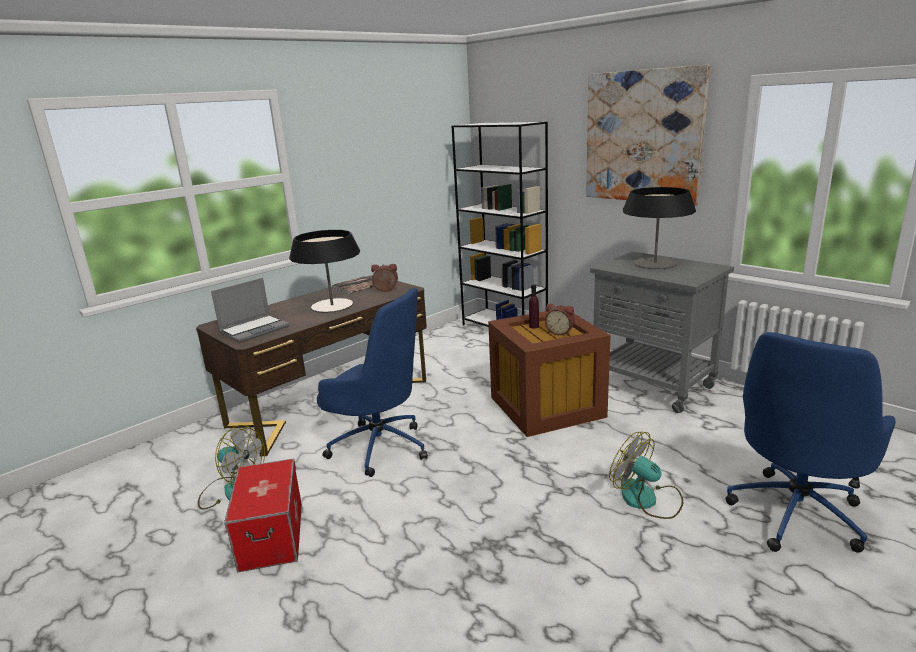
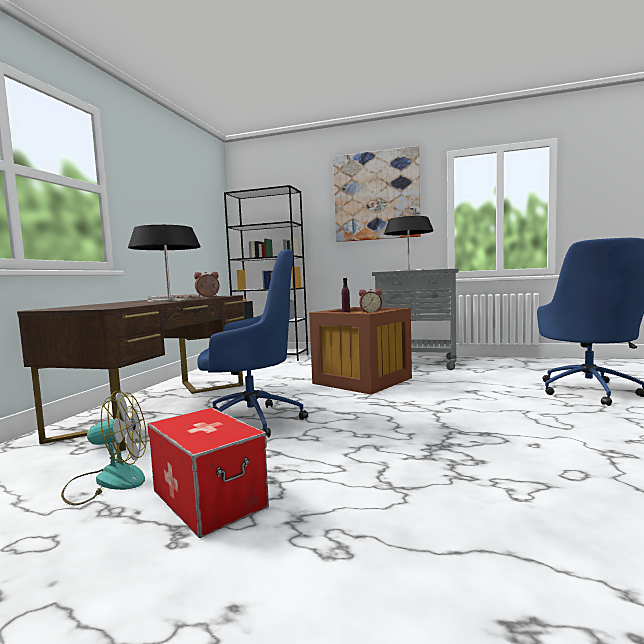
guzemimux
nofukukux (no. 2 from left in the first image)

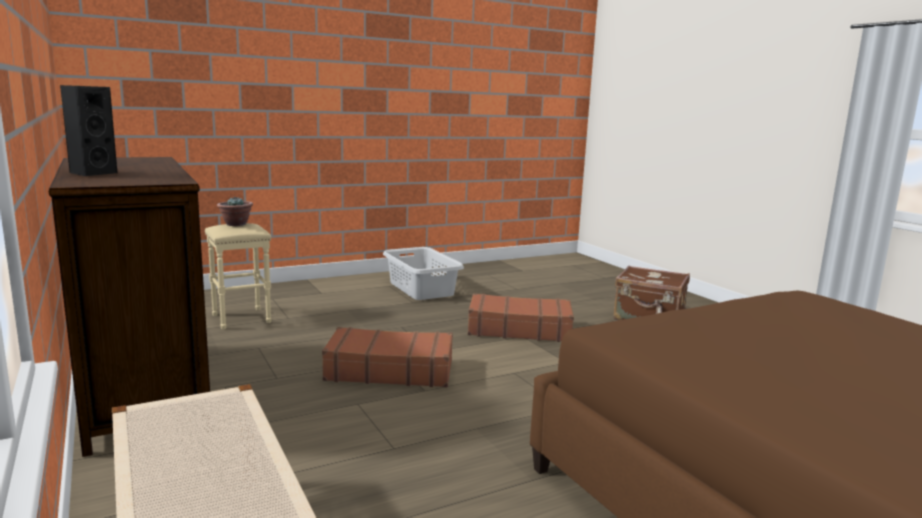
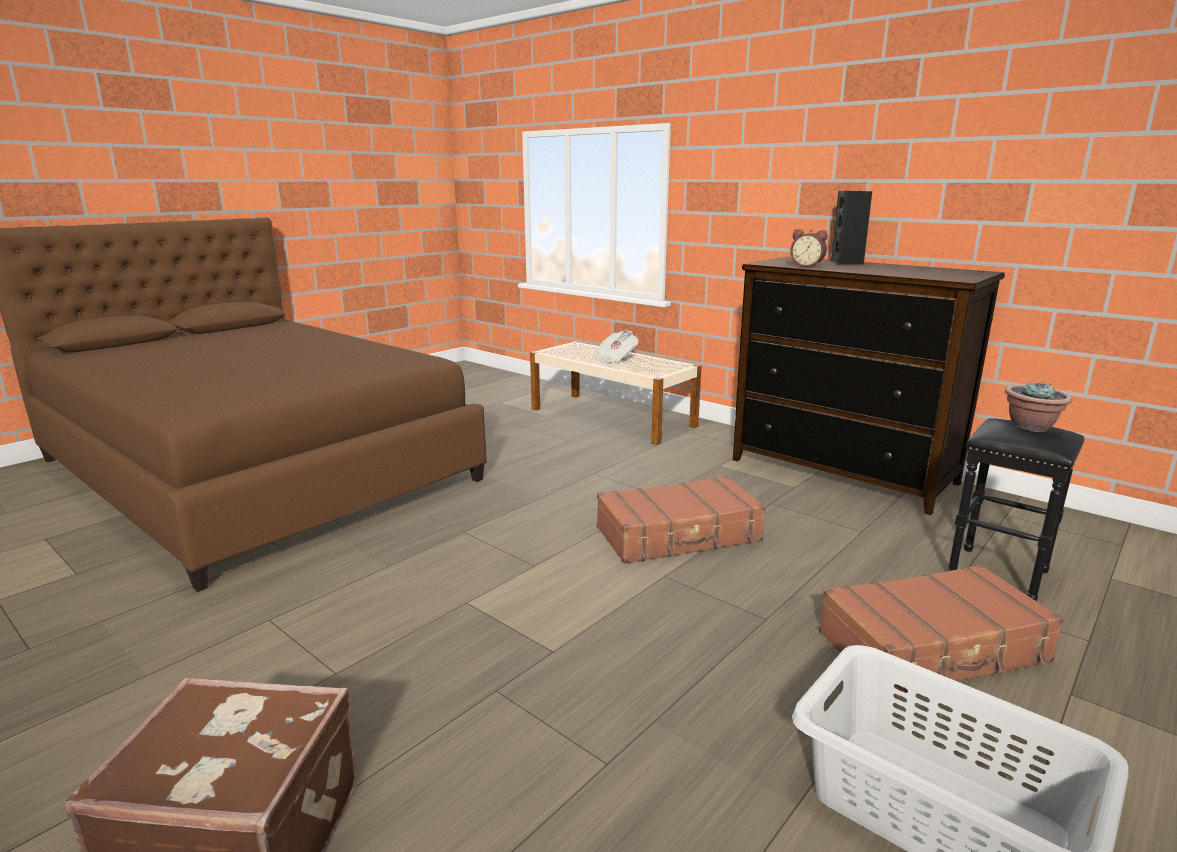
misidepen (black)
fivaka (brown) (no. 3 from left)
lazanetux
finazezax

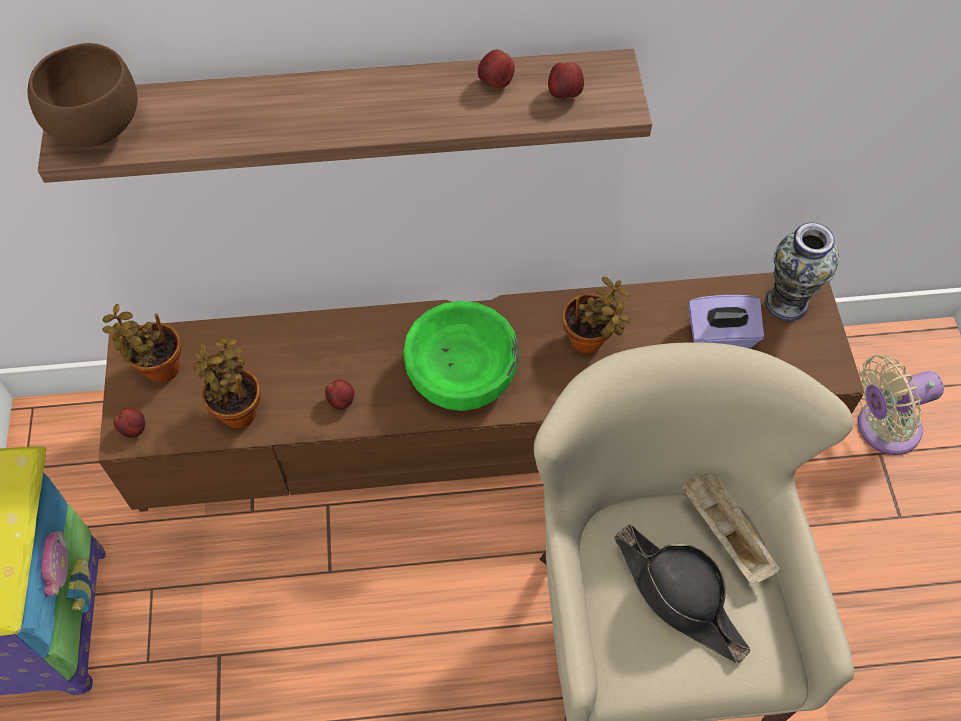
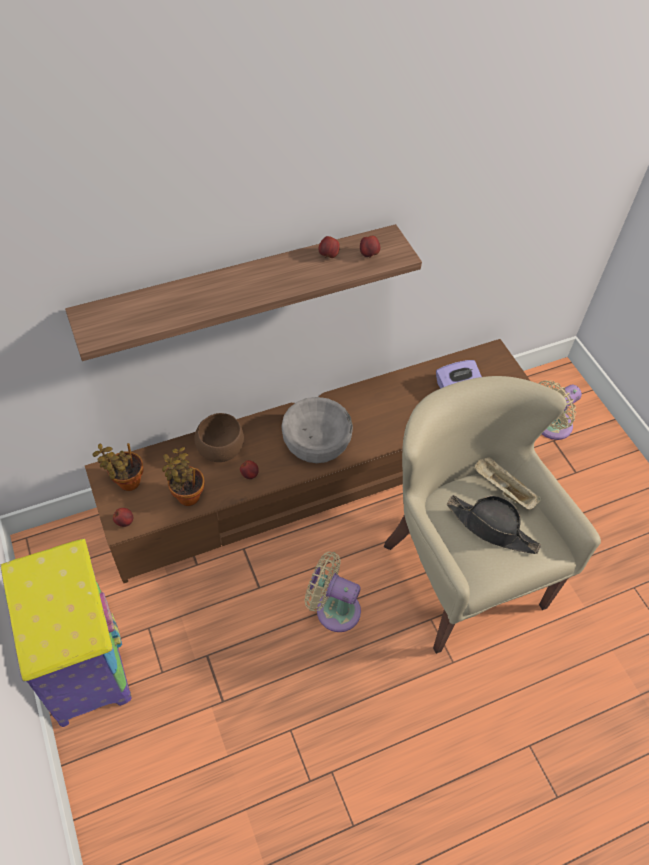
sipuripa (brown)
sipuripa (grey)
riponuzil (no. 3 from left in the first image)
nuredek
nofukukux (beige) (no. 1 from left)

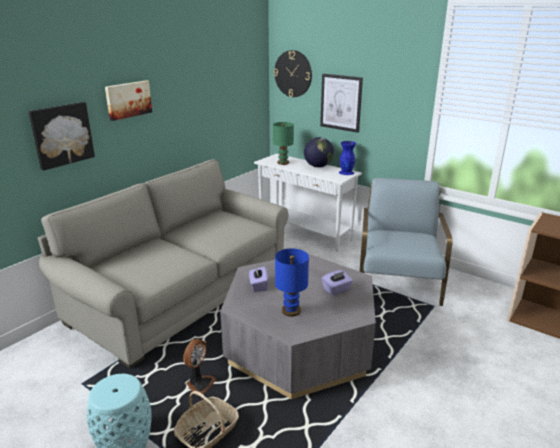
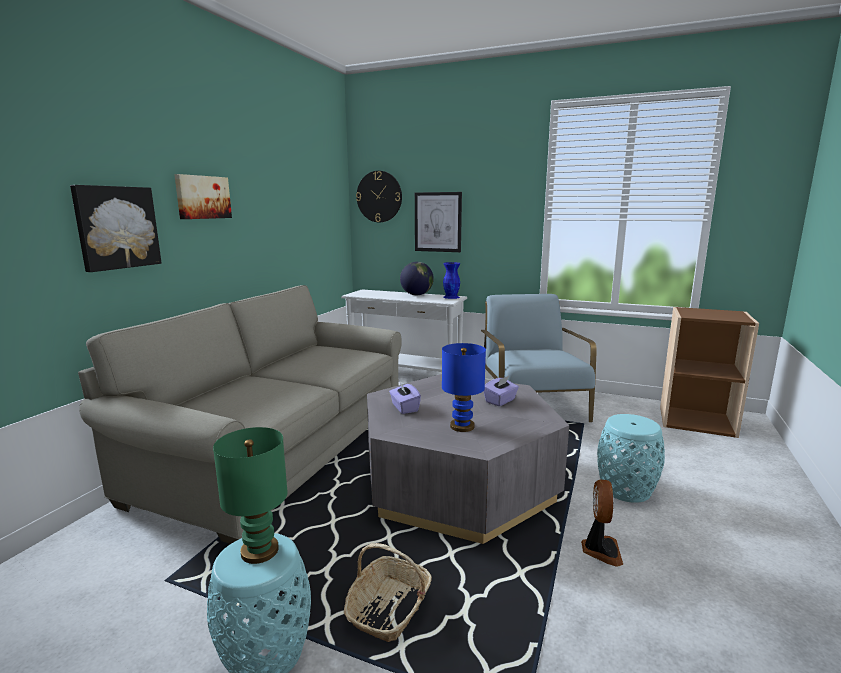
nofukukux
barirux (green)
misidepen (turquoise) (no. 2 from left)

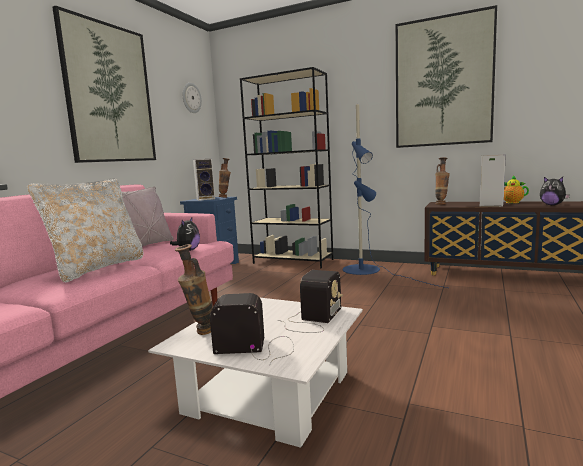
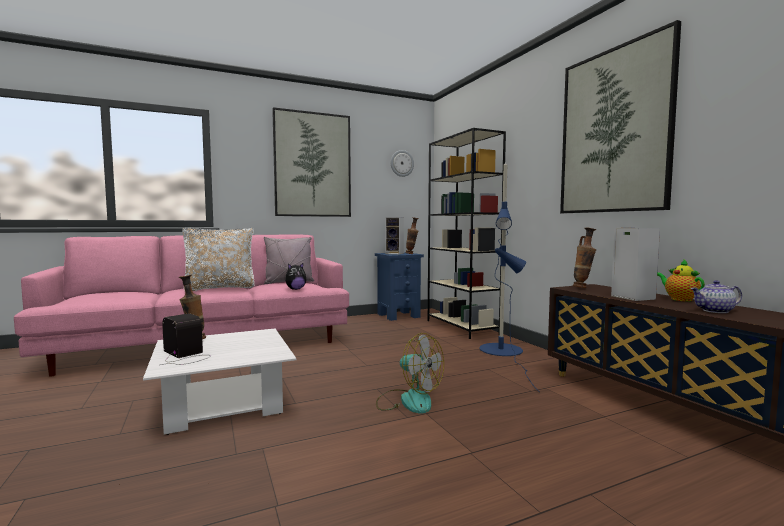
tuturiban (no. 2 from left in the first image)
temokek (no. 2 from left)
nofukukux

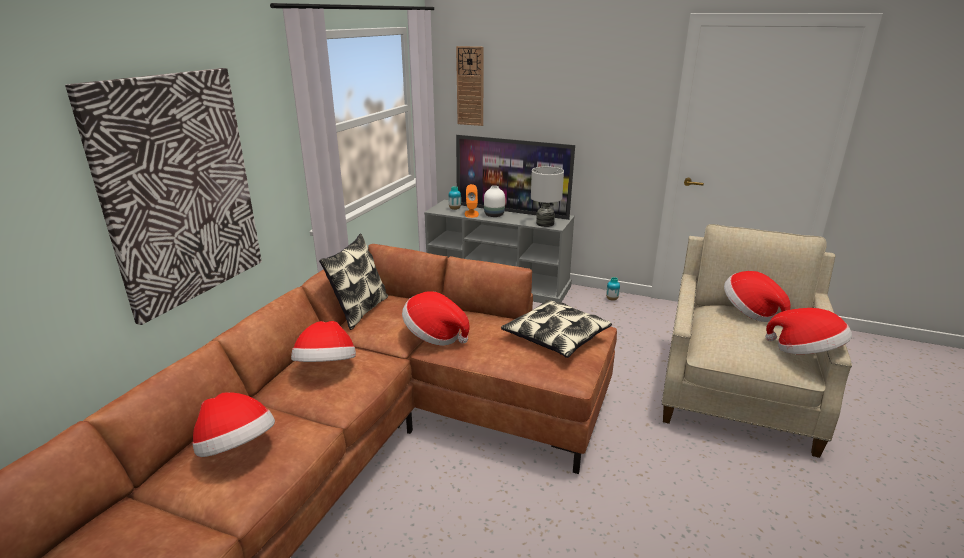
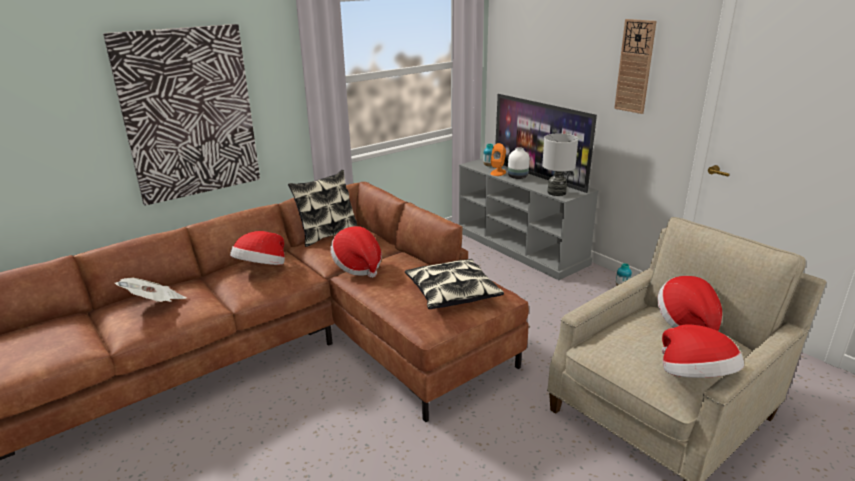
lazanetux
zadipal

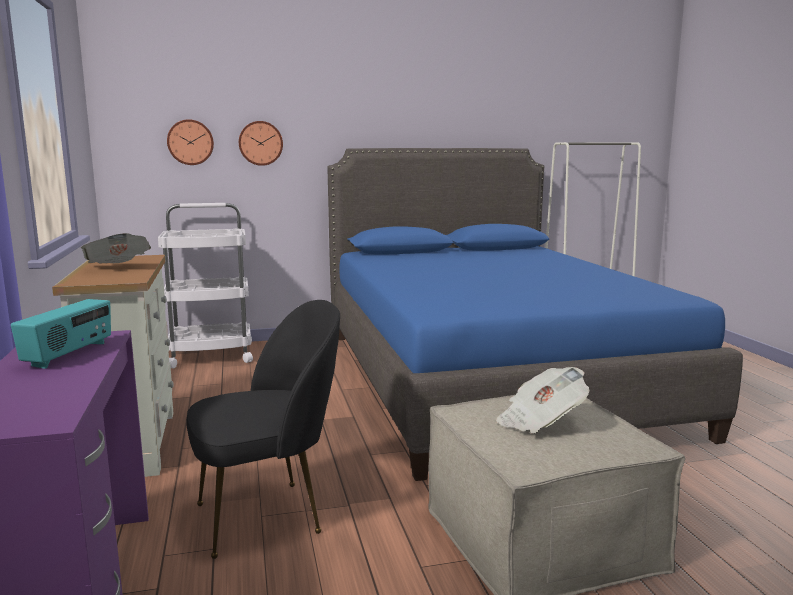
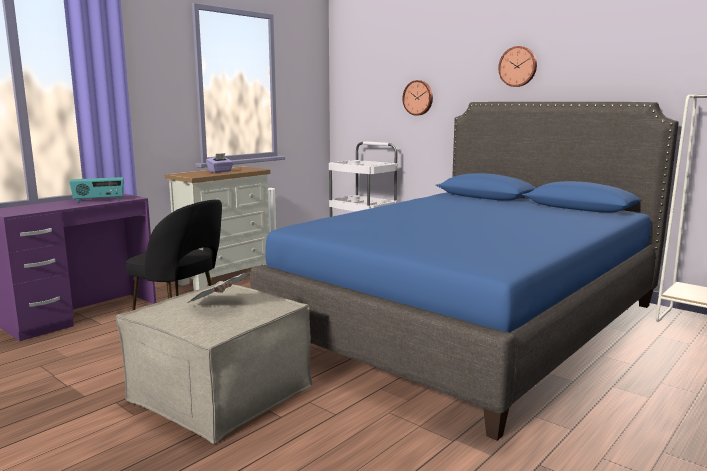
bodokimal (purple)
zadipal (no. 2 from left)

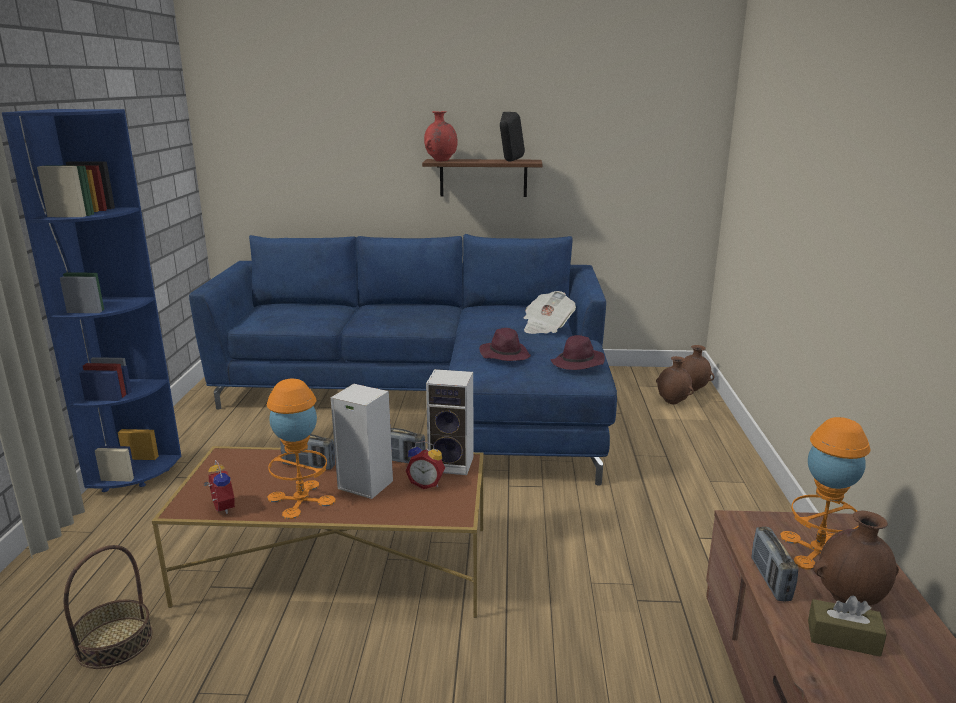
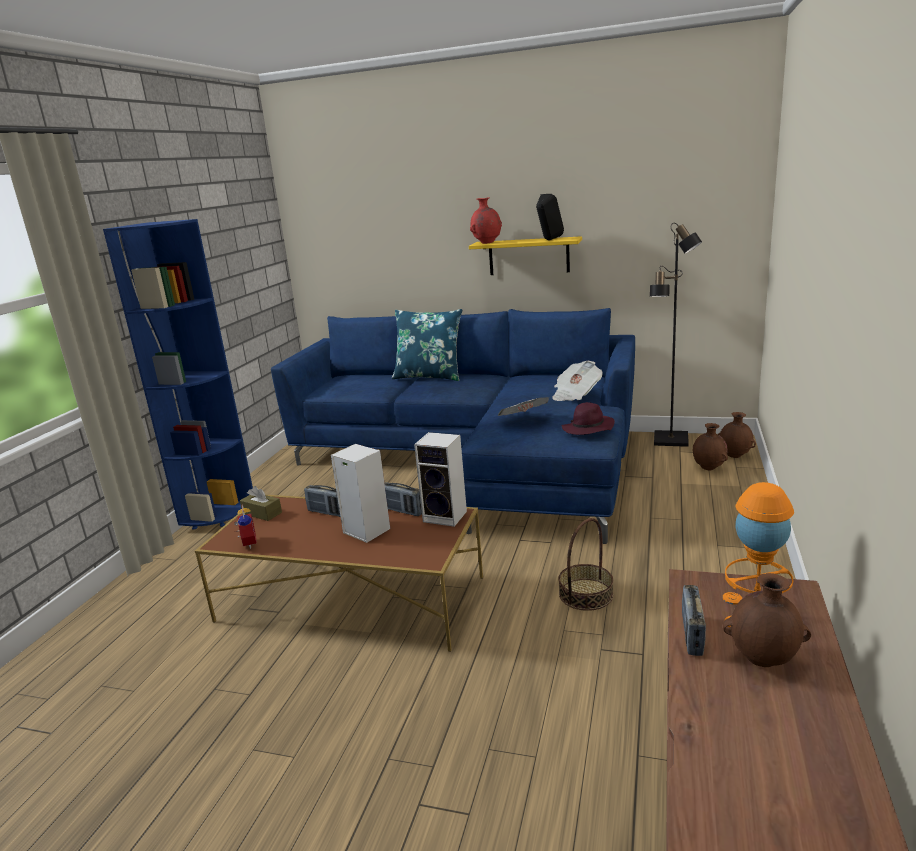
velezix
barirux (orange) (no. 1 from left in the first image)
finazezax (no. 2 from left in the first image)
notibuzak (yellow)
lazanetux (no. 1 from left)
bodokimal (brown)
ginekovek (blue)
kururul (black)

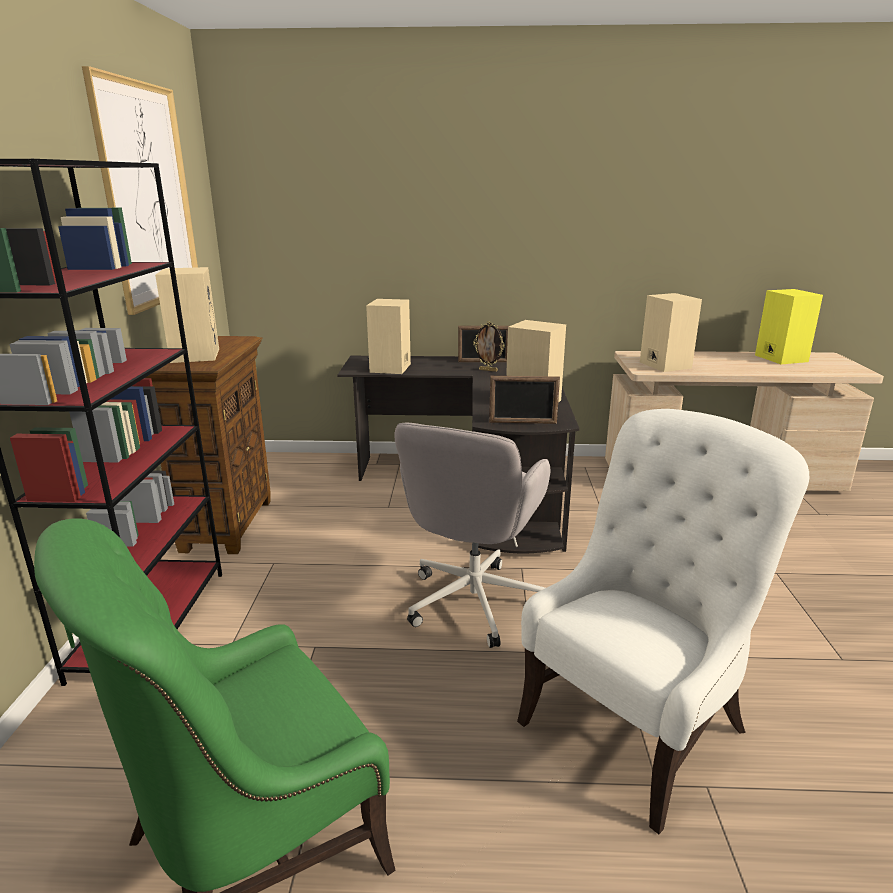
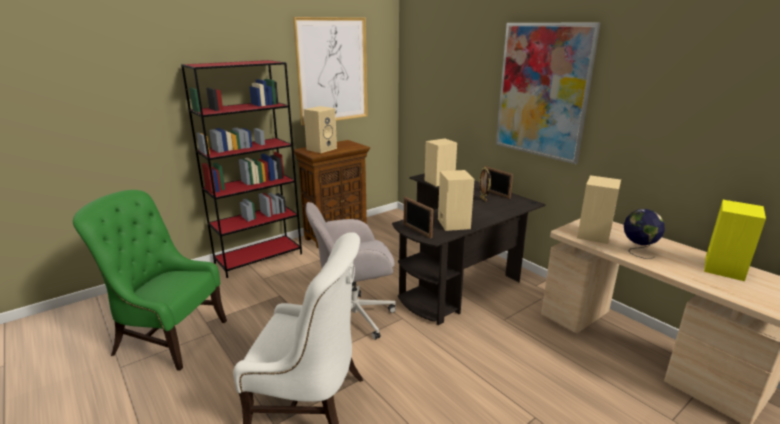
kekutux (no. 2 from left)
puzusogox

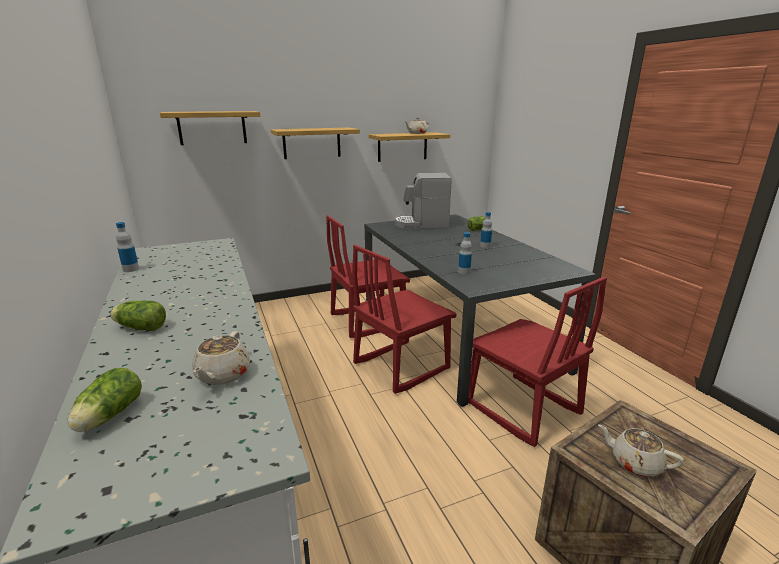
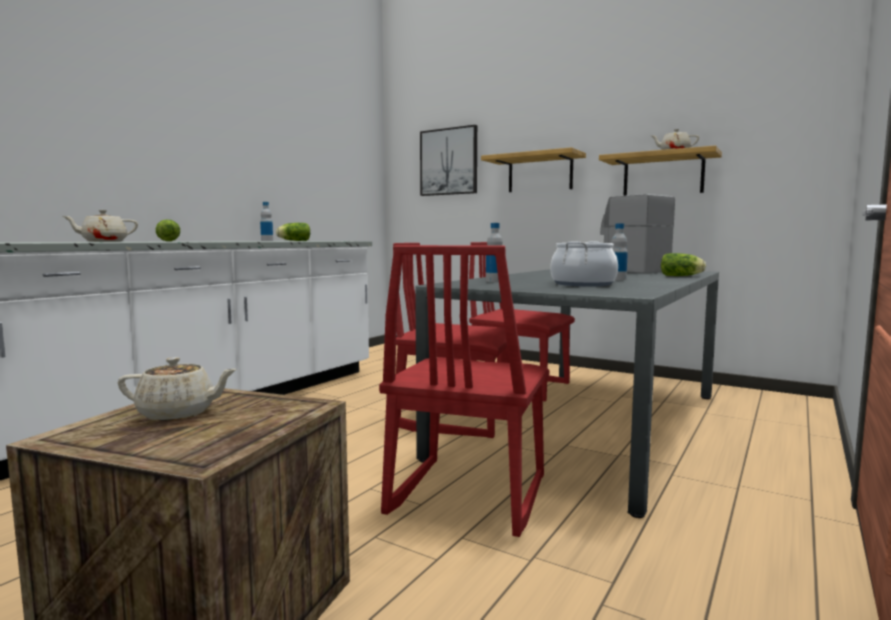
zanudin (no. 2 from left)
kekutux
temokek (beige) (no. 2 from left)
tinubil

